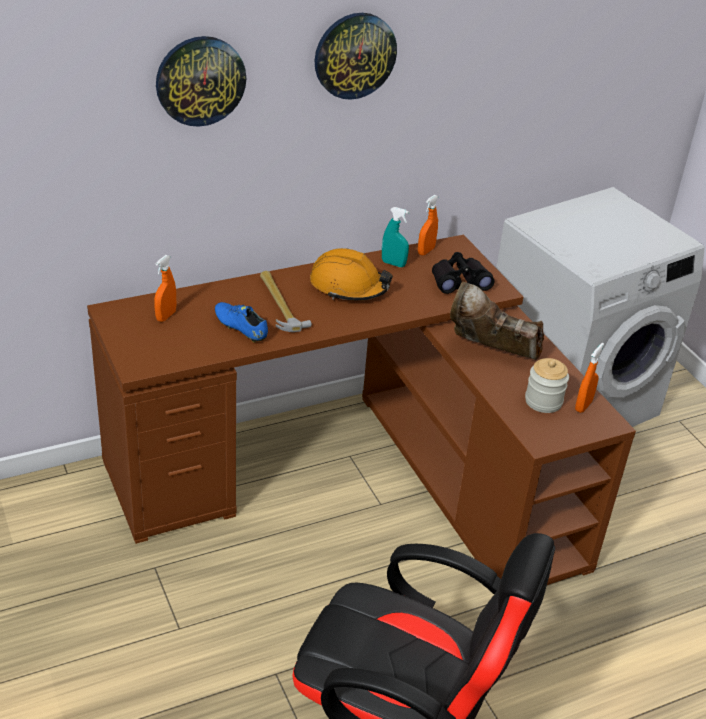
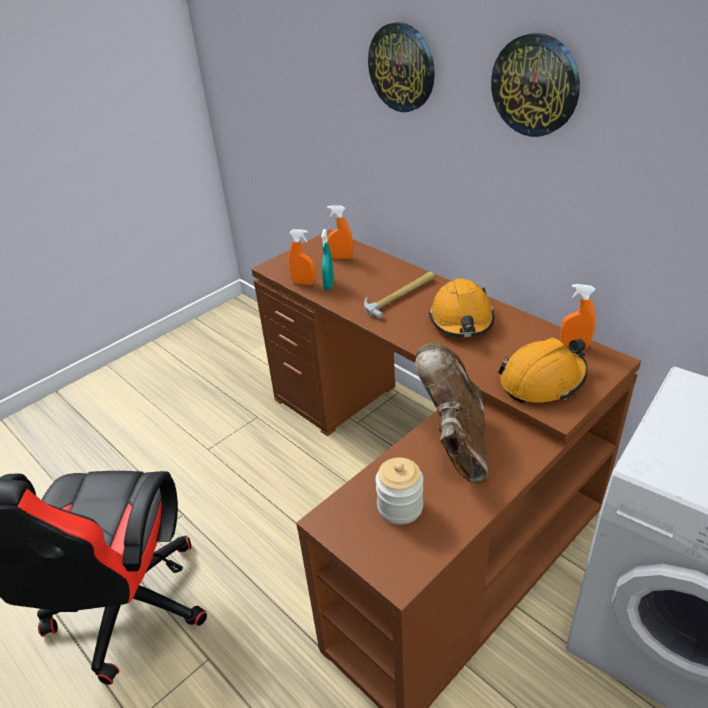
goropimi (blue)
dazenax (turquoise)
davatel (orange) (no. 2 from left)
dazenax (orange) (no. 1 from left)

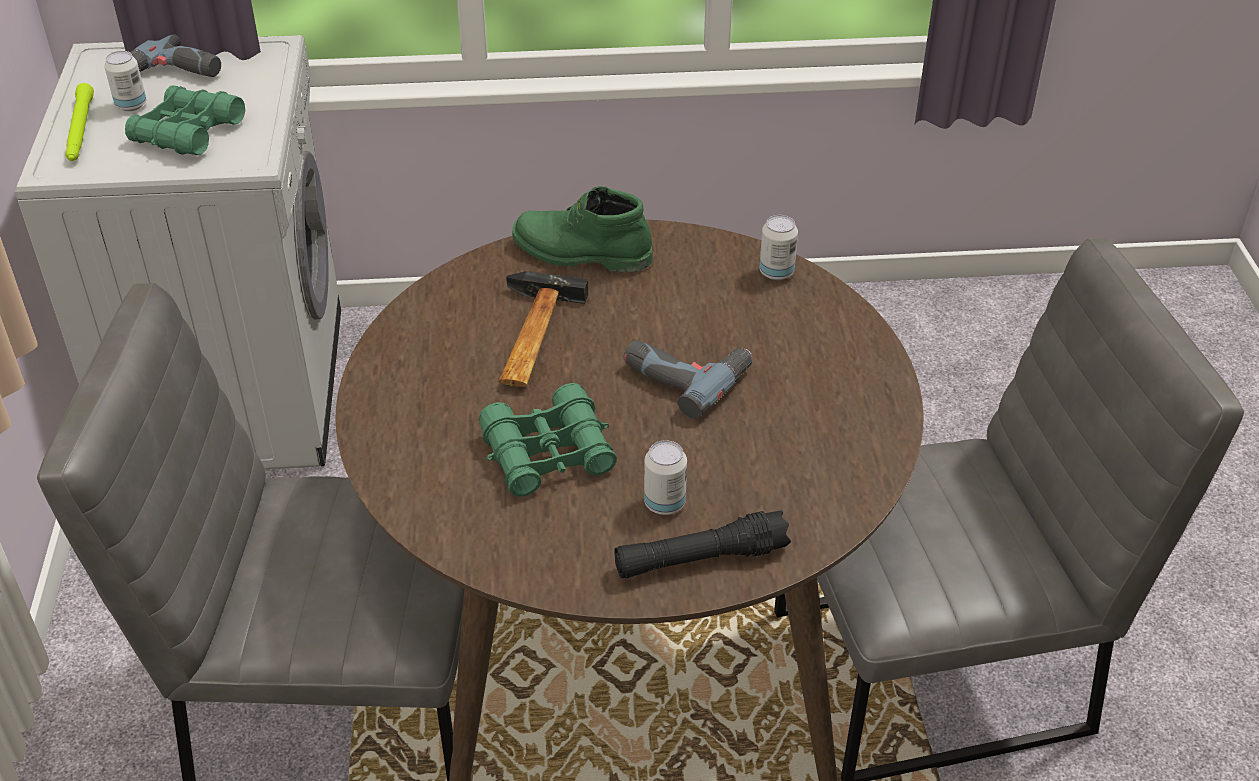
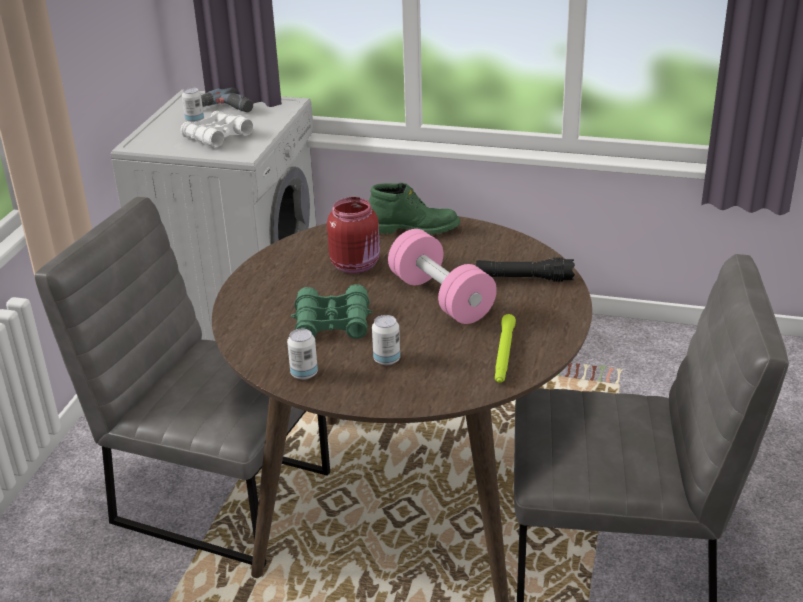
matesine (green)
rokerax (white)
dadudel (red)
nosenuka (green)
matesine (black)
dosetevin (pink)
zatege (no. 2 from left)

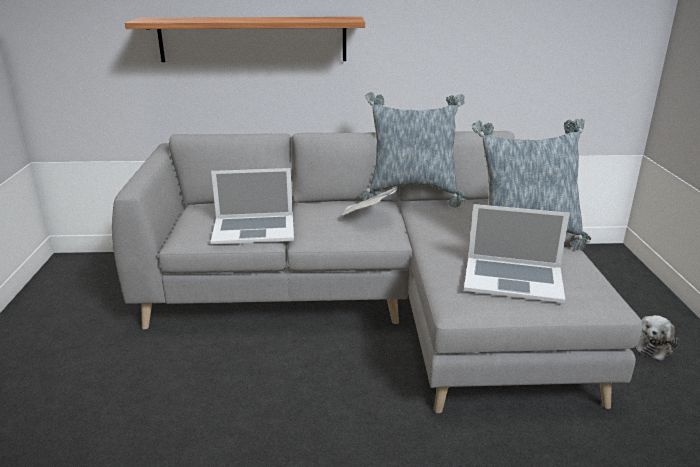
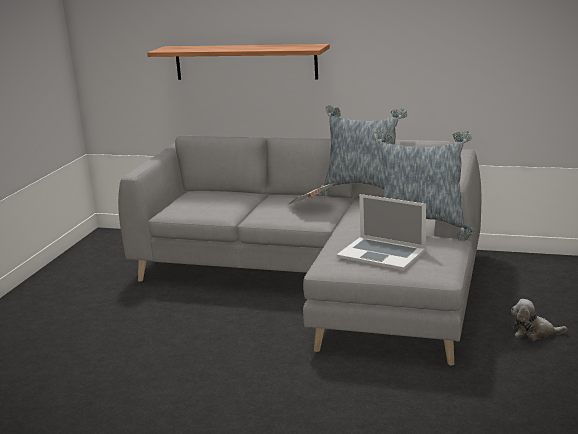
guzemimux (no. 1 from left in the first image)
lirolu

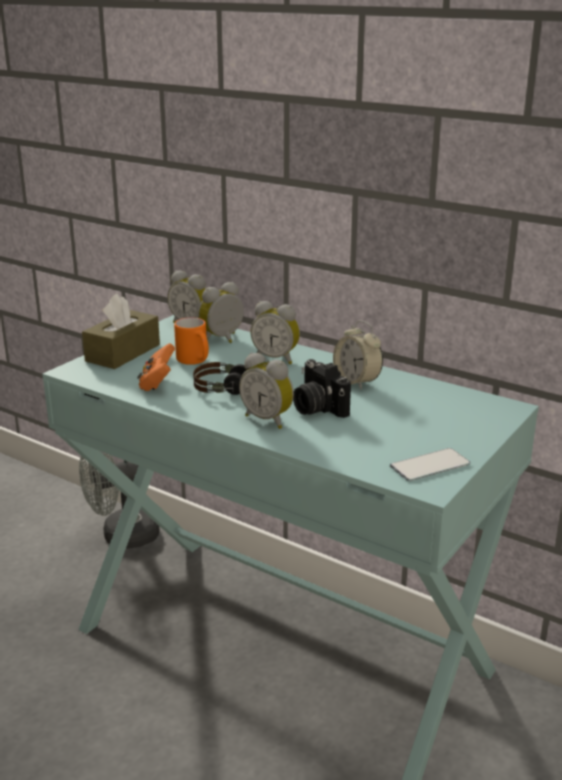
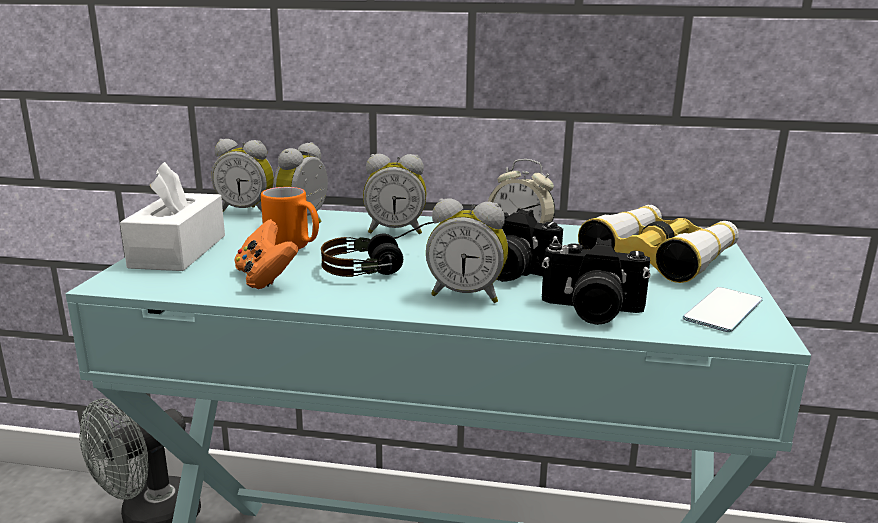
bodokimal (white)
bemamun (no. 2 from left)
rokerax

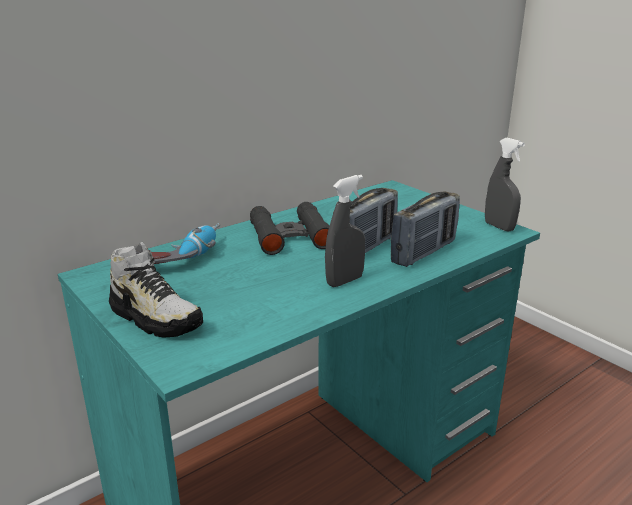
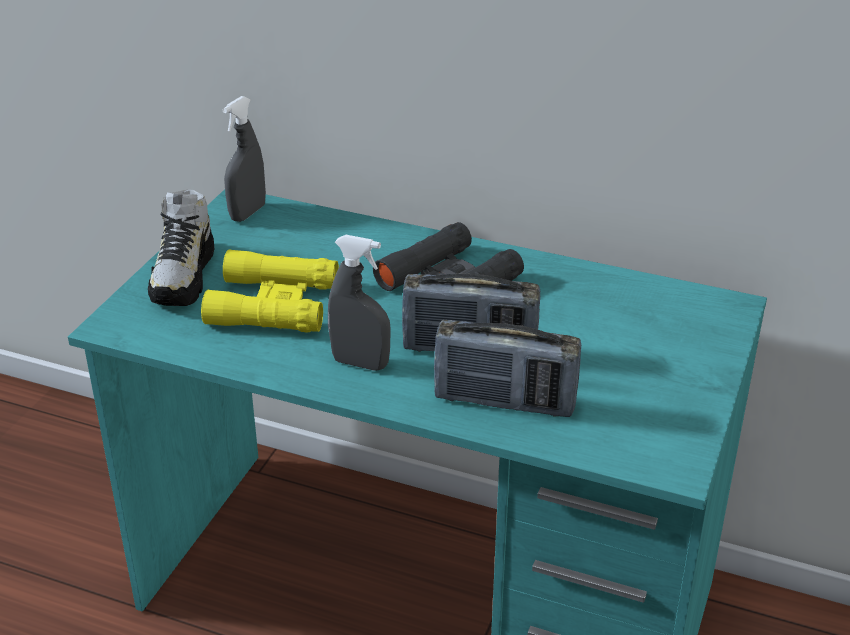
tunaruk
dazenax (grey) (no. 1 from left)
rokerax (yellow)

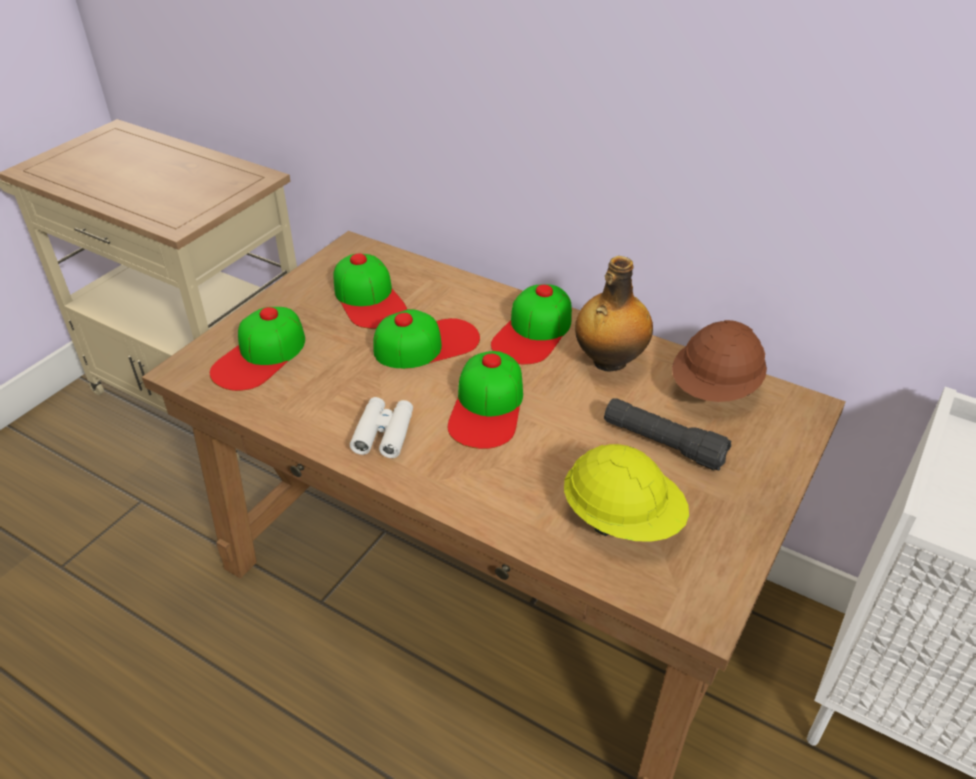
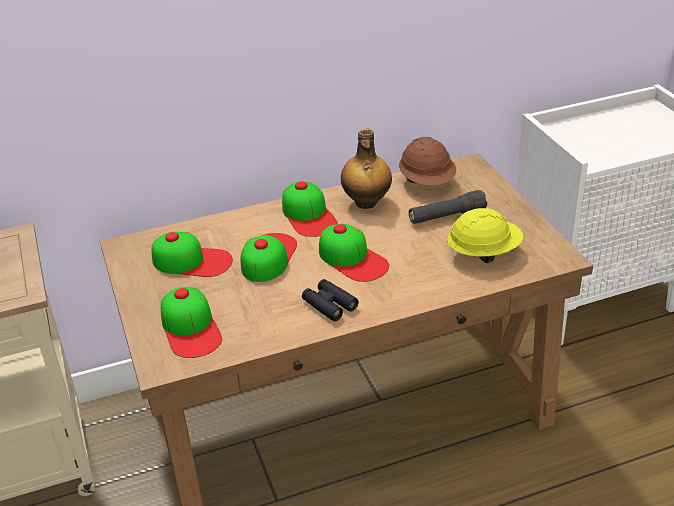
rokerax (black)

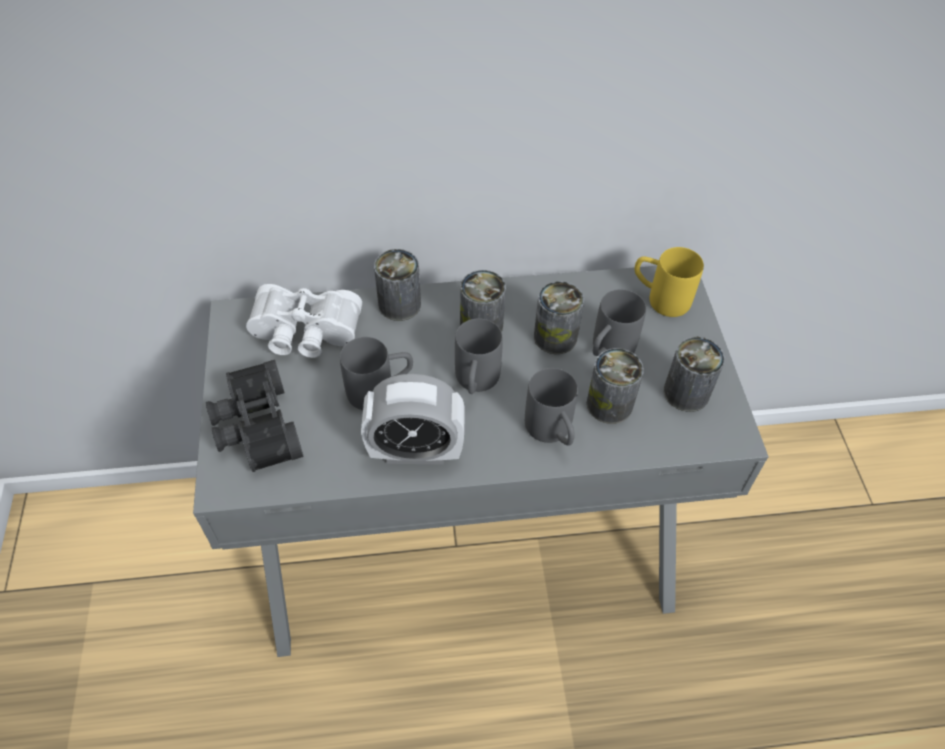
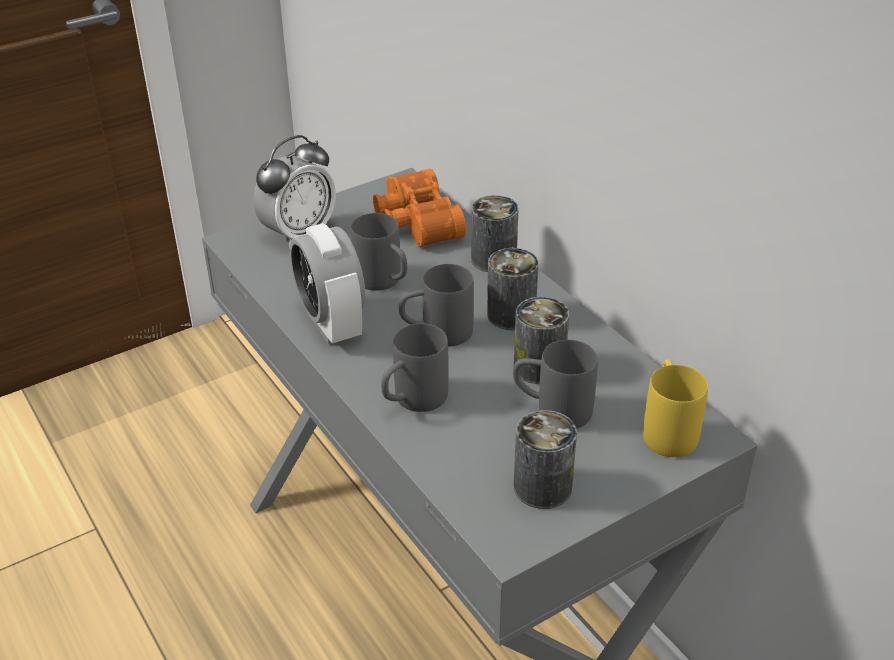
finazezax (no. 1 from left)
rokerax (orange)
zatege (no. 4 from left in the first image)

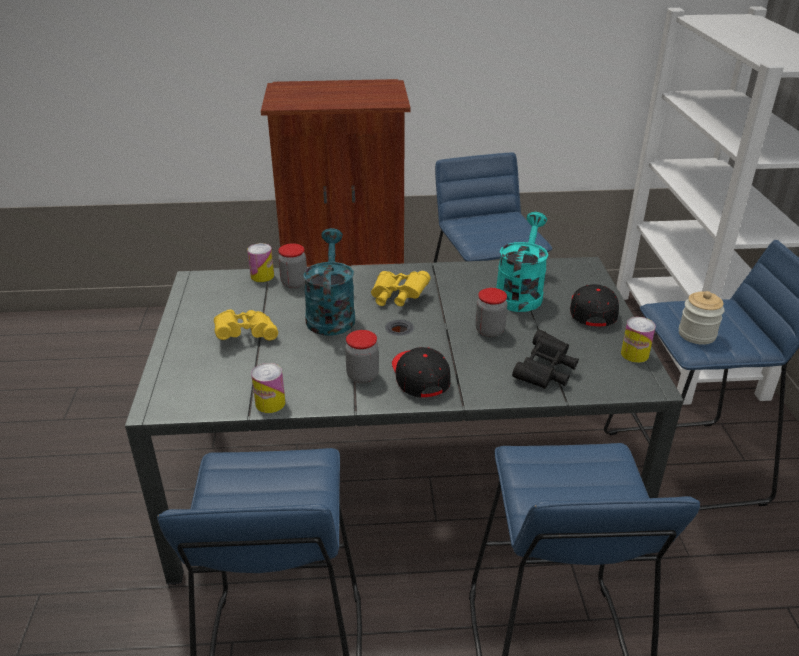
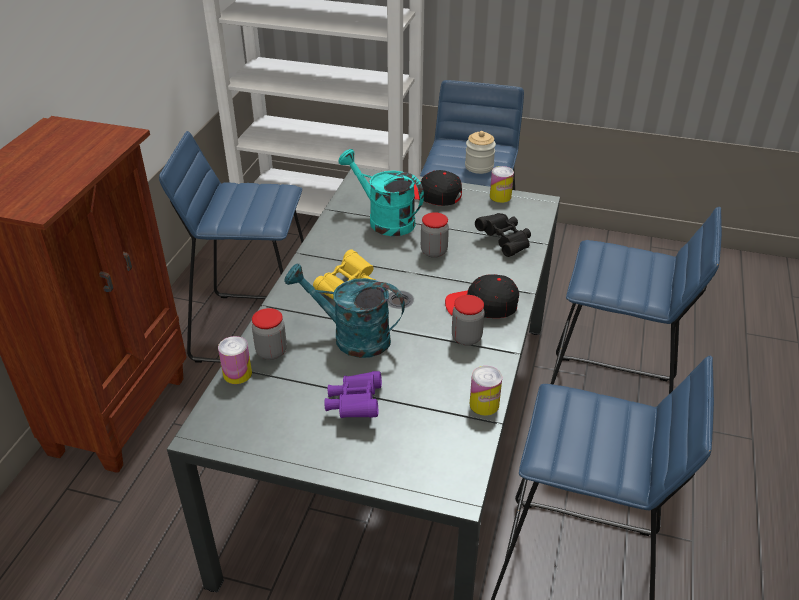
rokerax (purple)

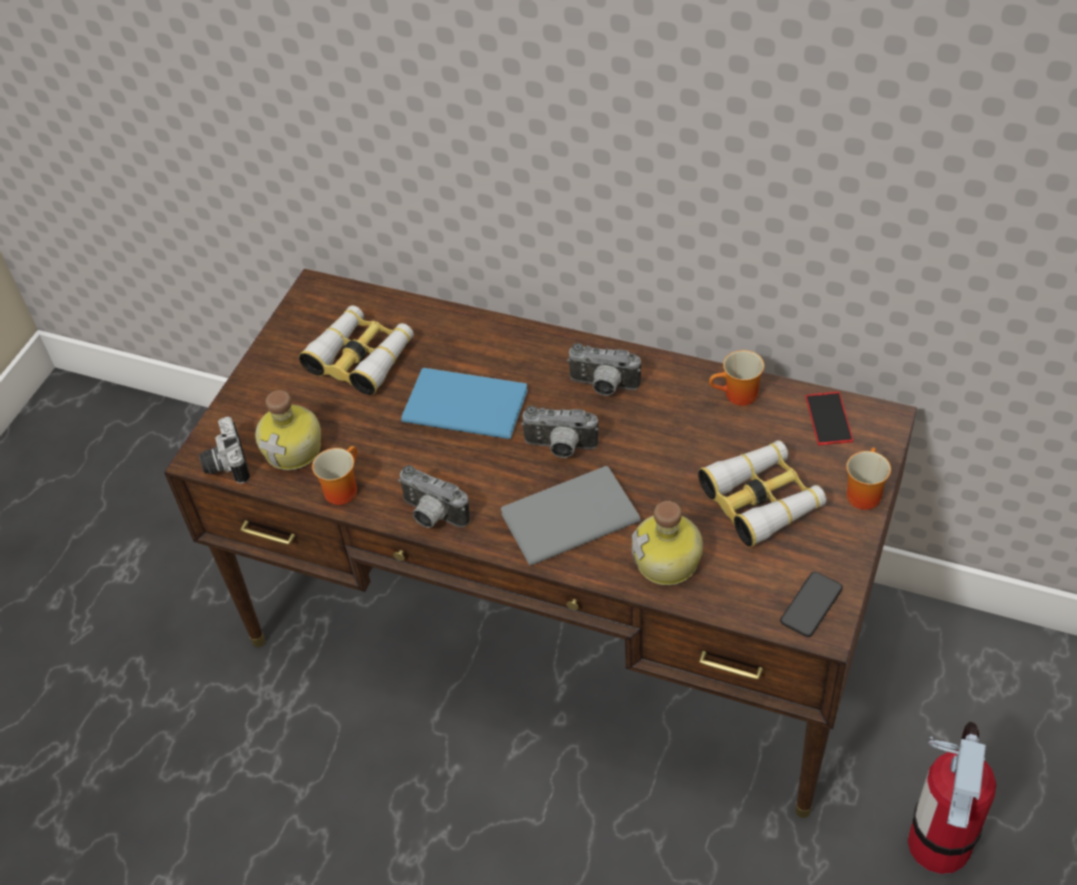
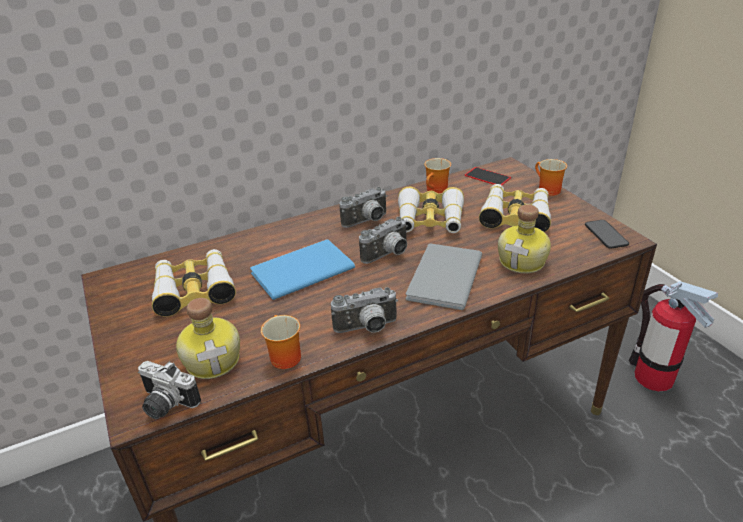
rokerax (no. 2 from left)

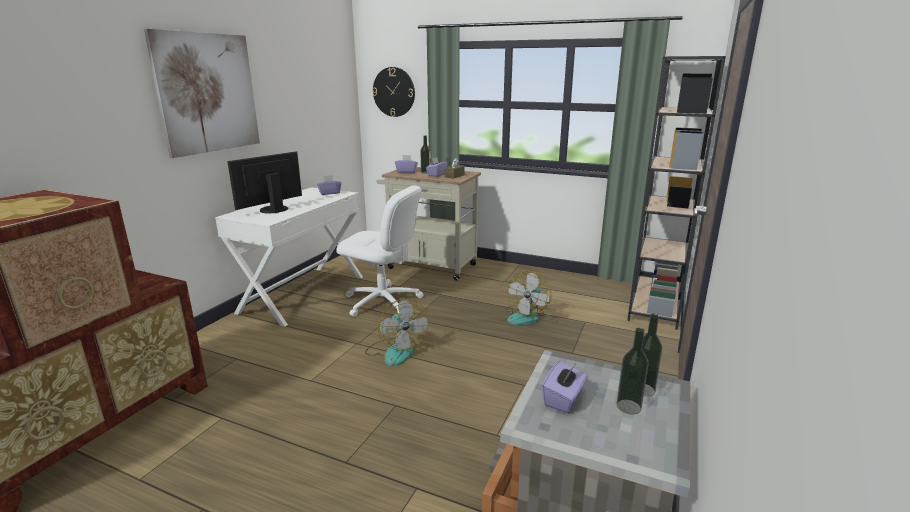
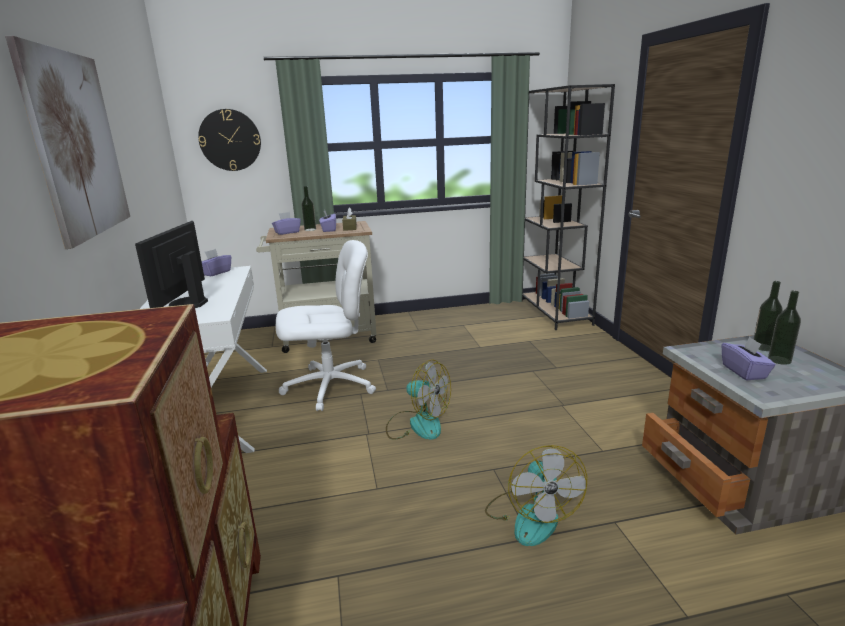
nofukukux (no. 2 from left)

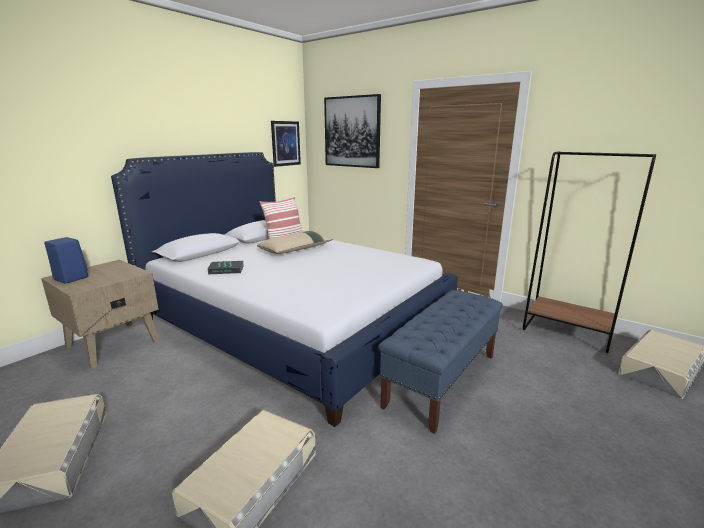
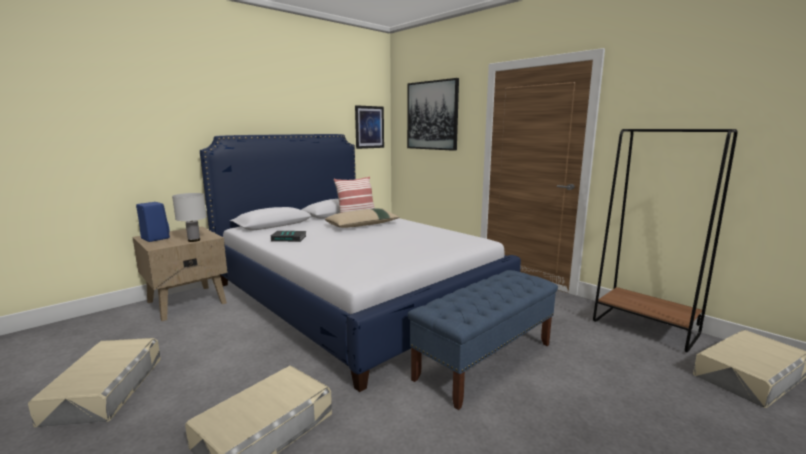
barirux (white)

